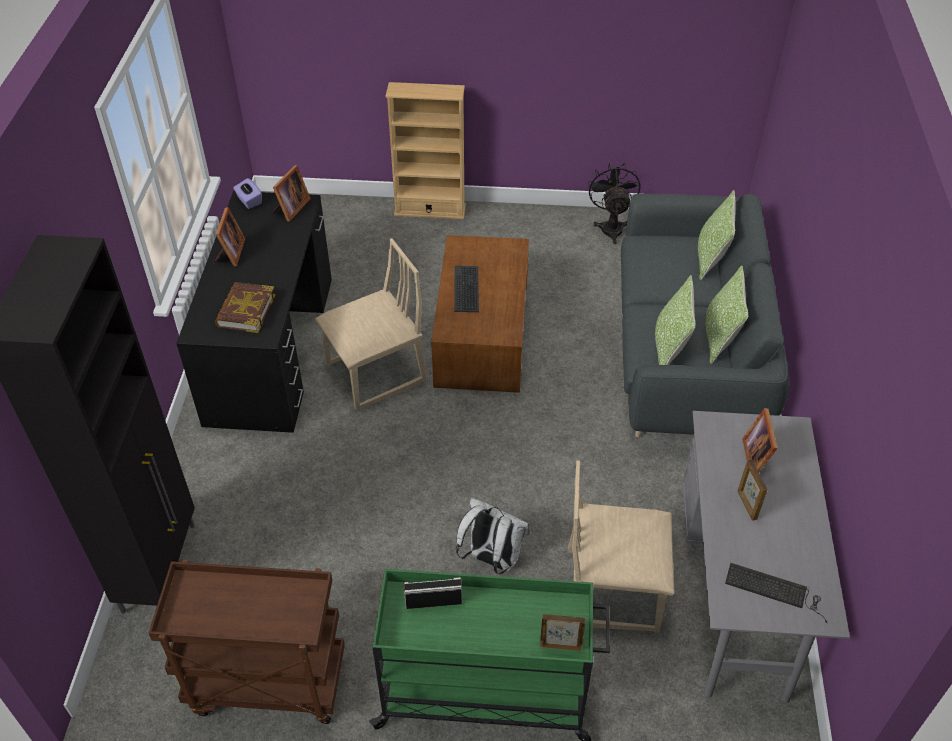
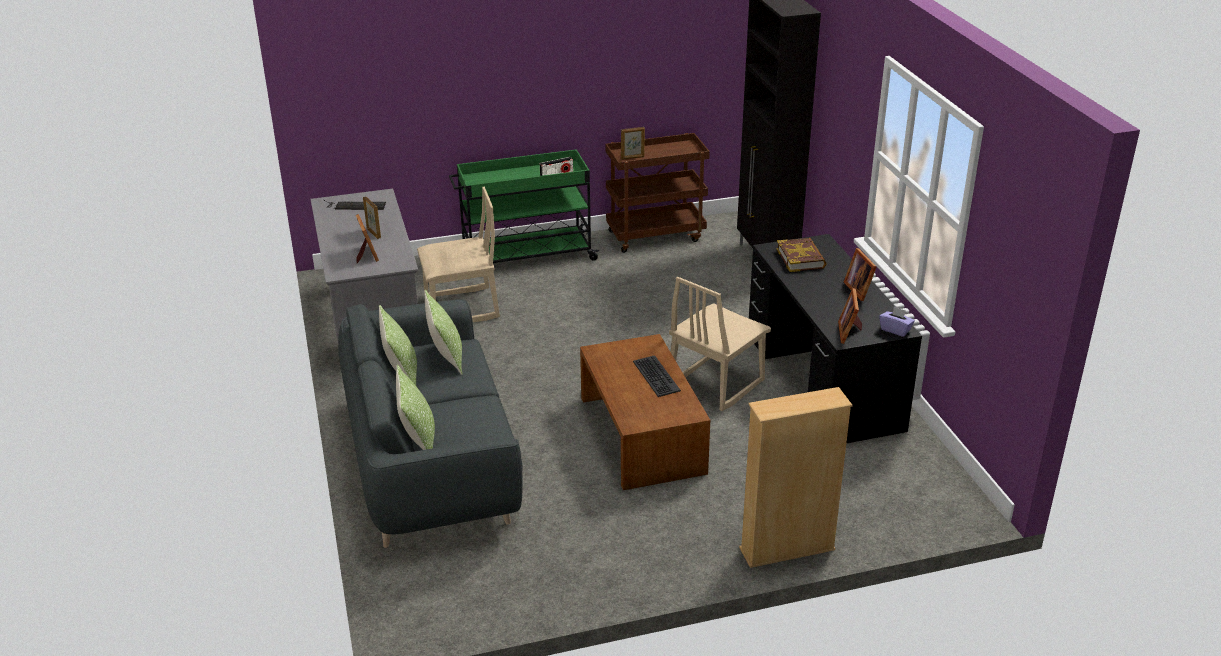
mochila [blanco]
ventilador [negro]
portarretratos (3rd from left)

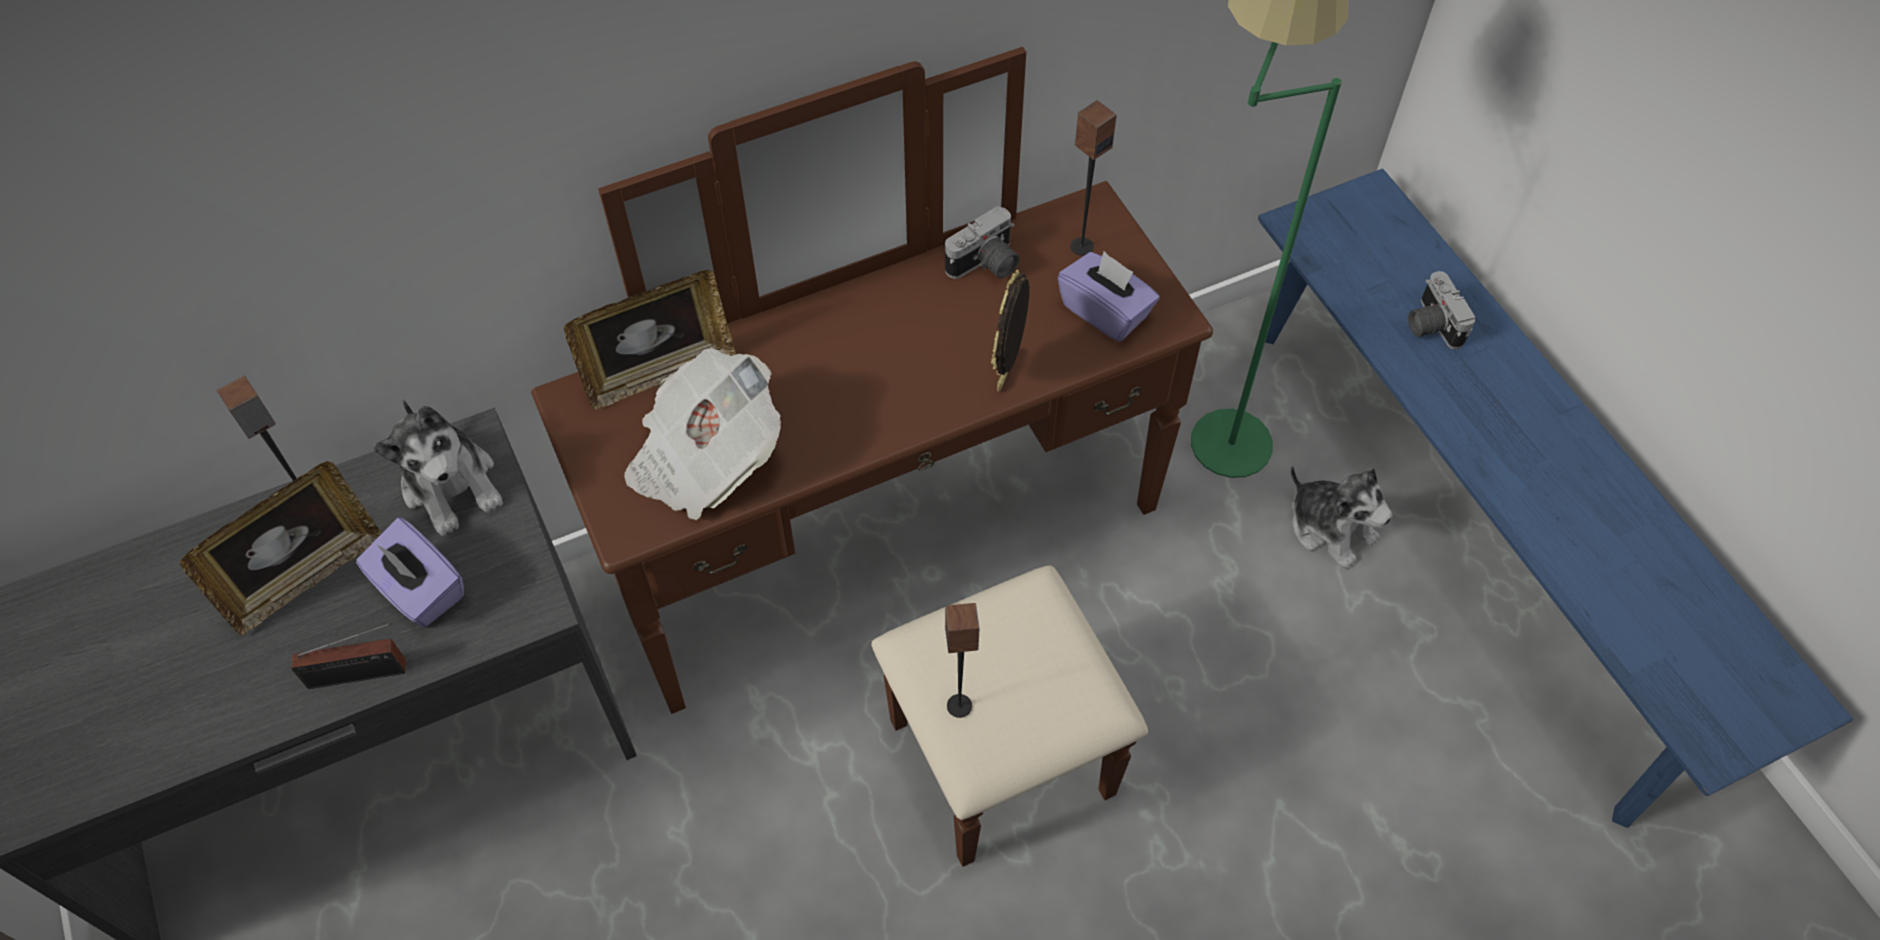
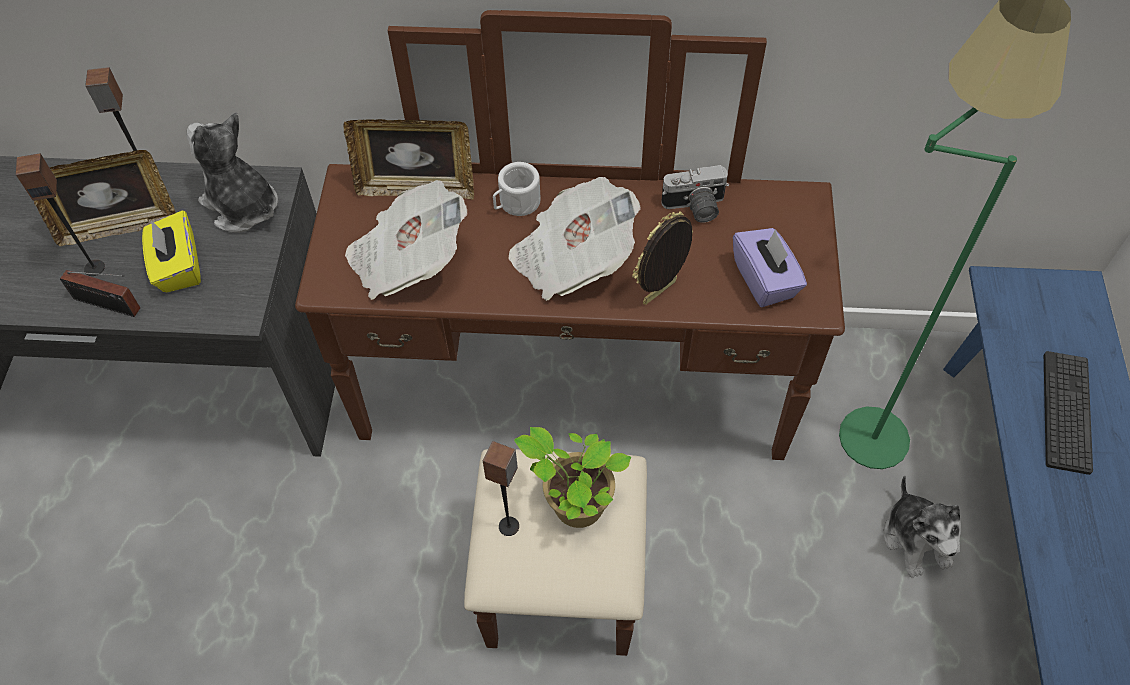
taza grande [blanco]
periódico (2nd from left)
planta en maceta
altavoz (1st from left)
teclado
caja de pañuelos [amarillo]
peluche (1st from left)

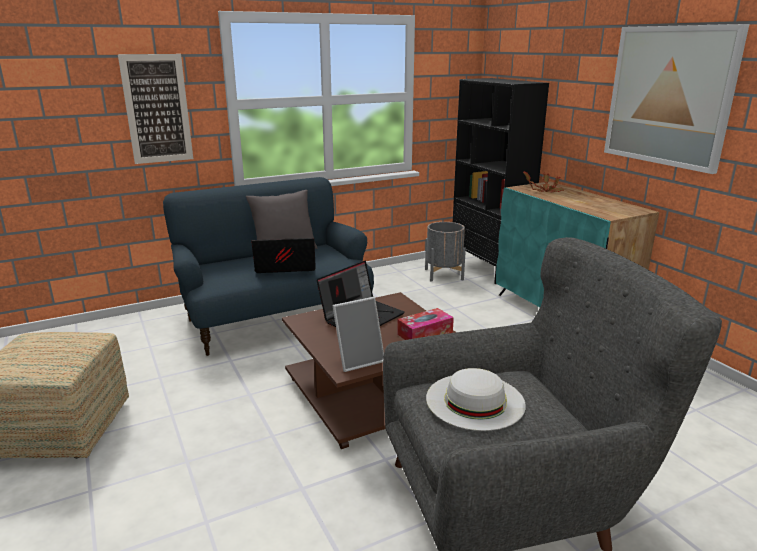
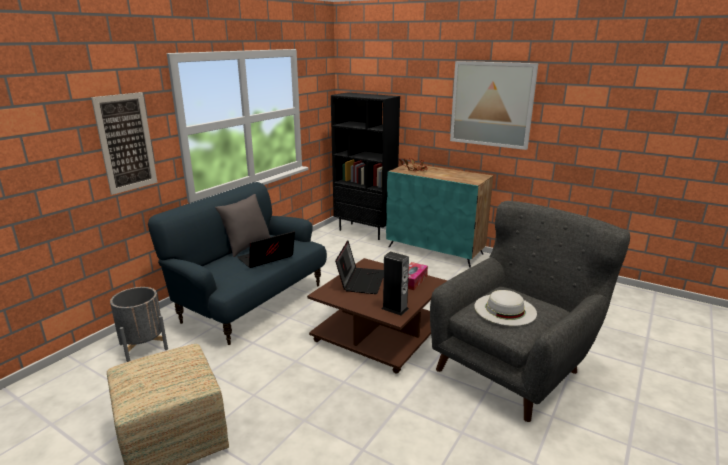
maceta [gris]
altavoz

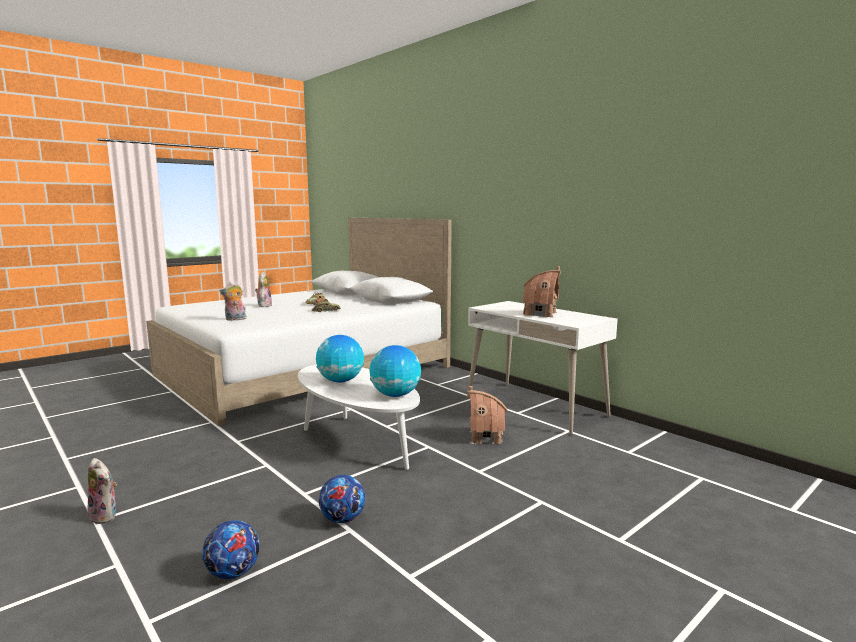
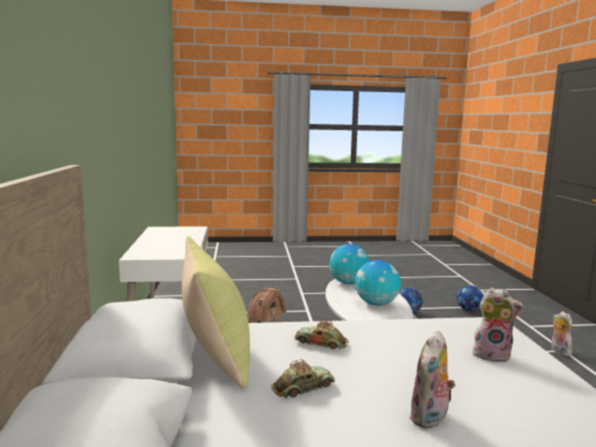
casita (2nd from left in the first image)
cojín [amarillo]

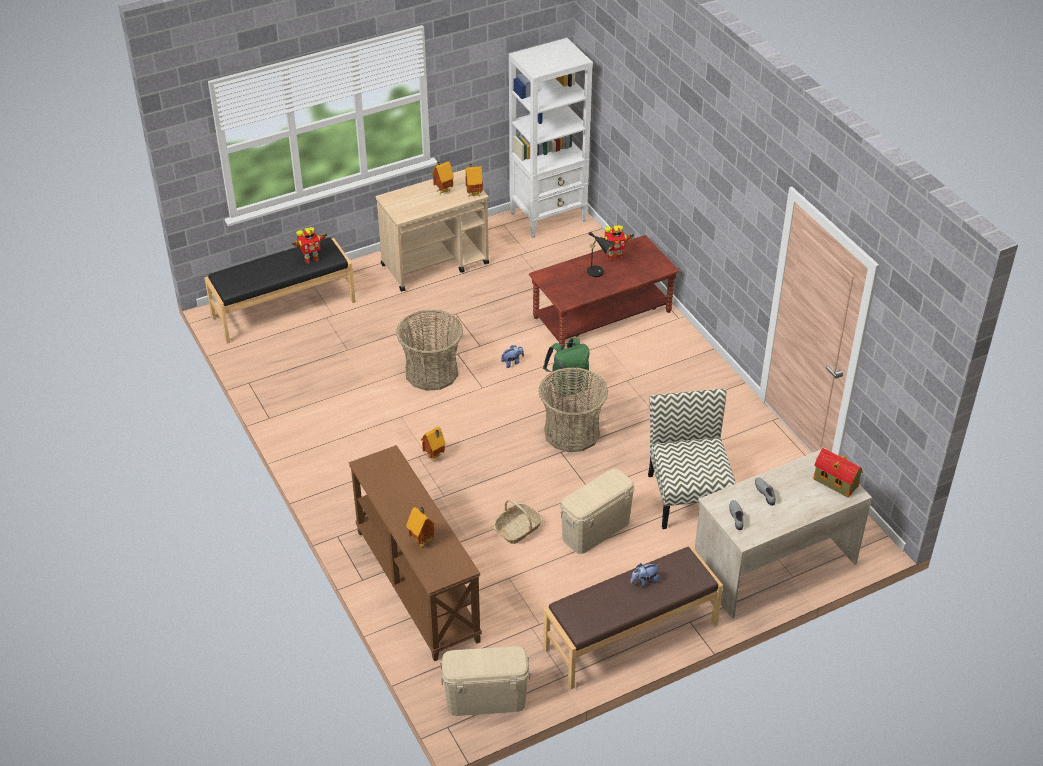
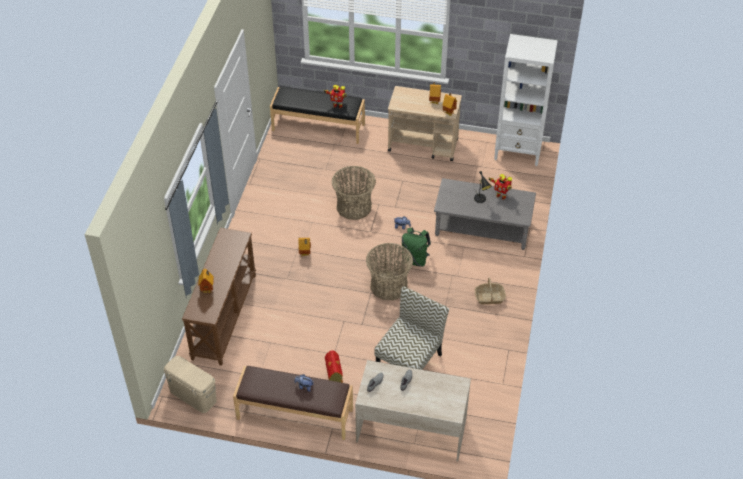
caja de almacenaje [beis] (2nd from left in the first image)
cesta (3rd from left)
casita (3rd from left)
mesa de centro [gris]

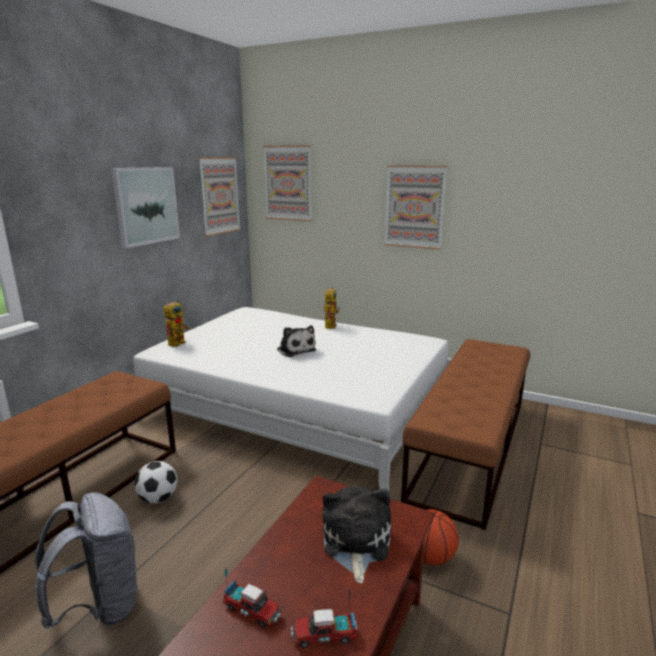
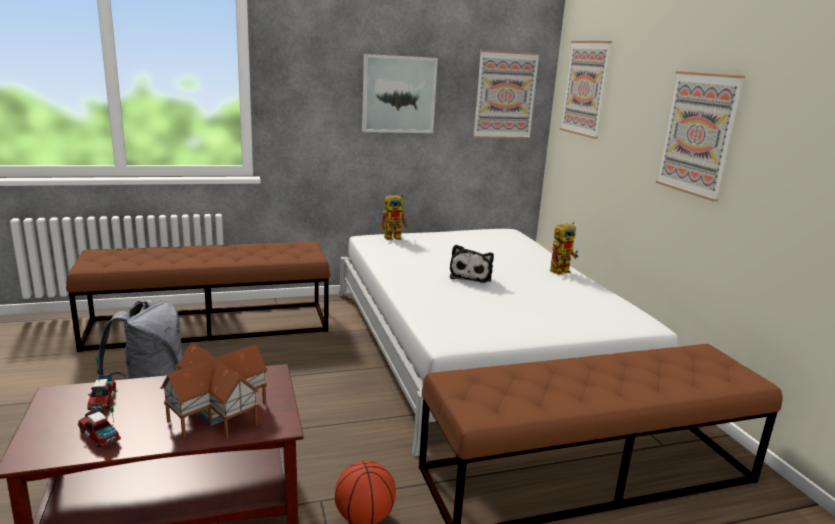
balón de fútbol
casita

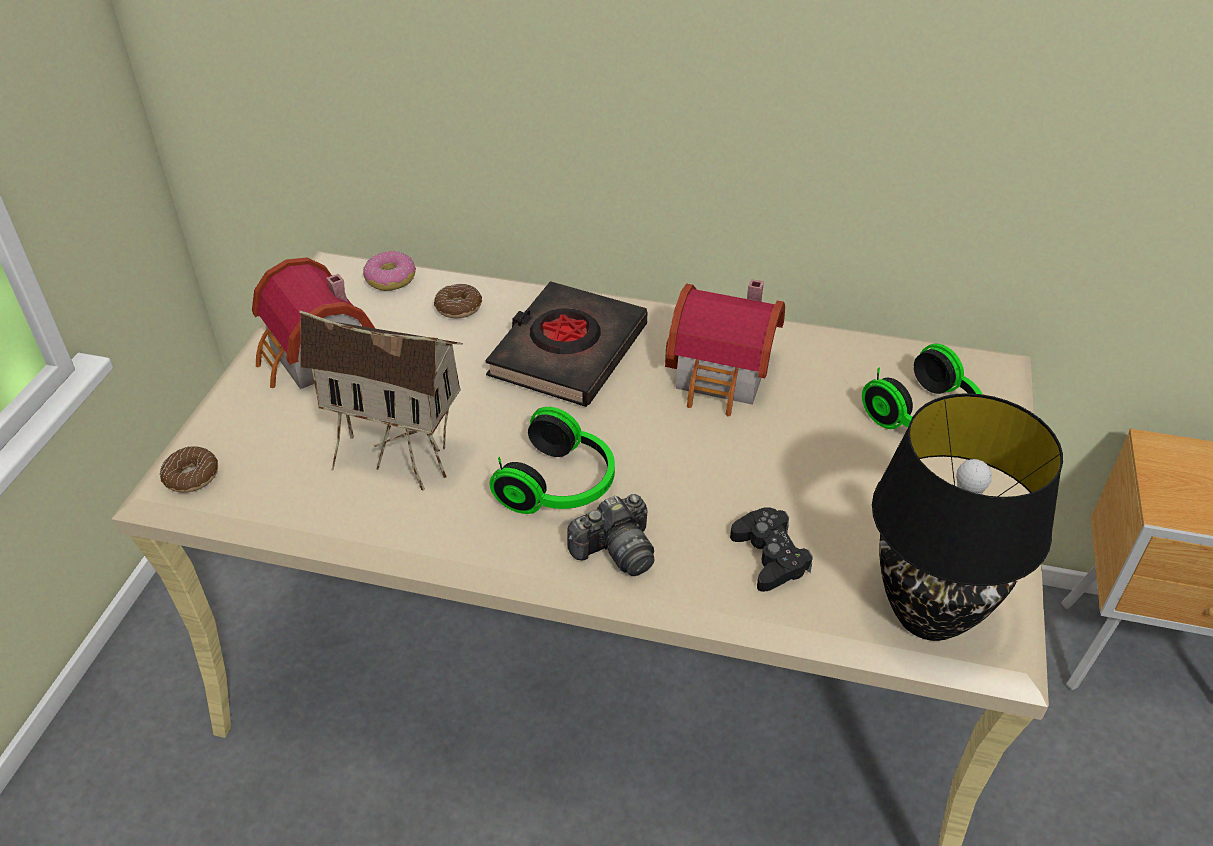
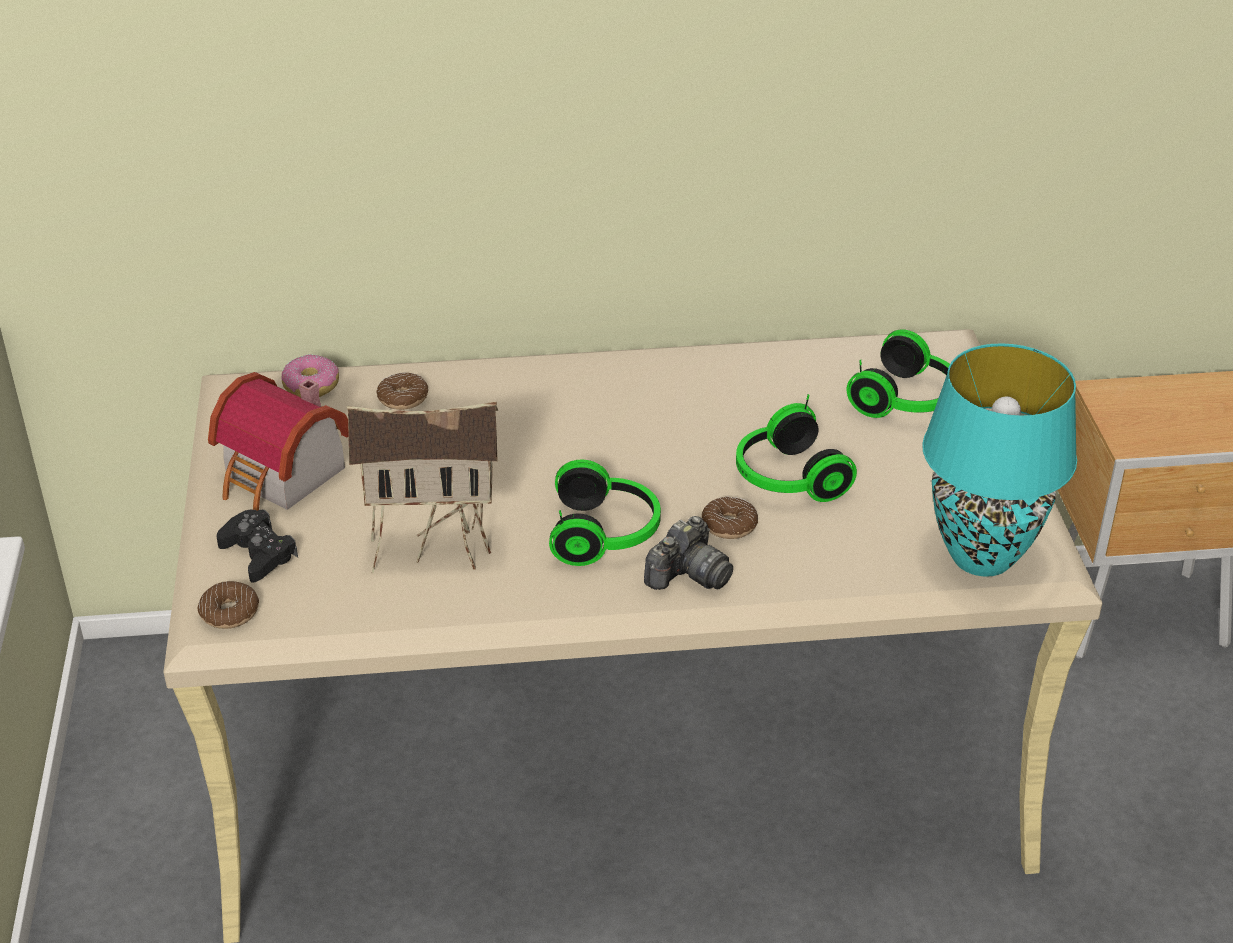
libro [negro]
casita (3rd from left in the first image)
rosquilla (4th from left)
auriculares (2nd from left)
mando de consola [negro]
lámpara de mesa [turquesa]

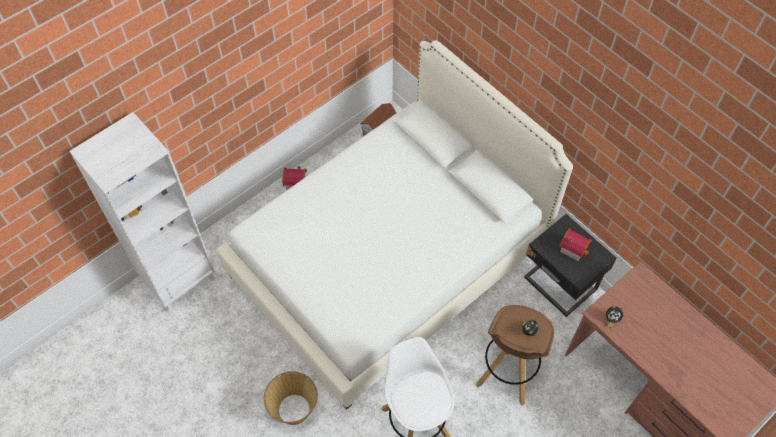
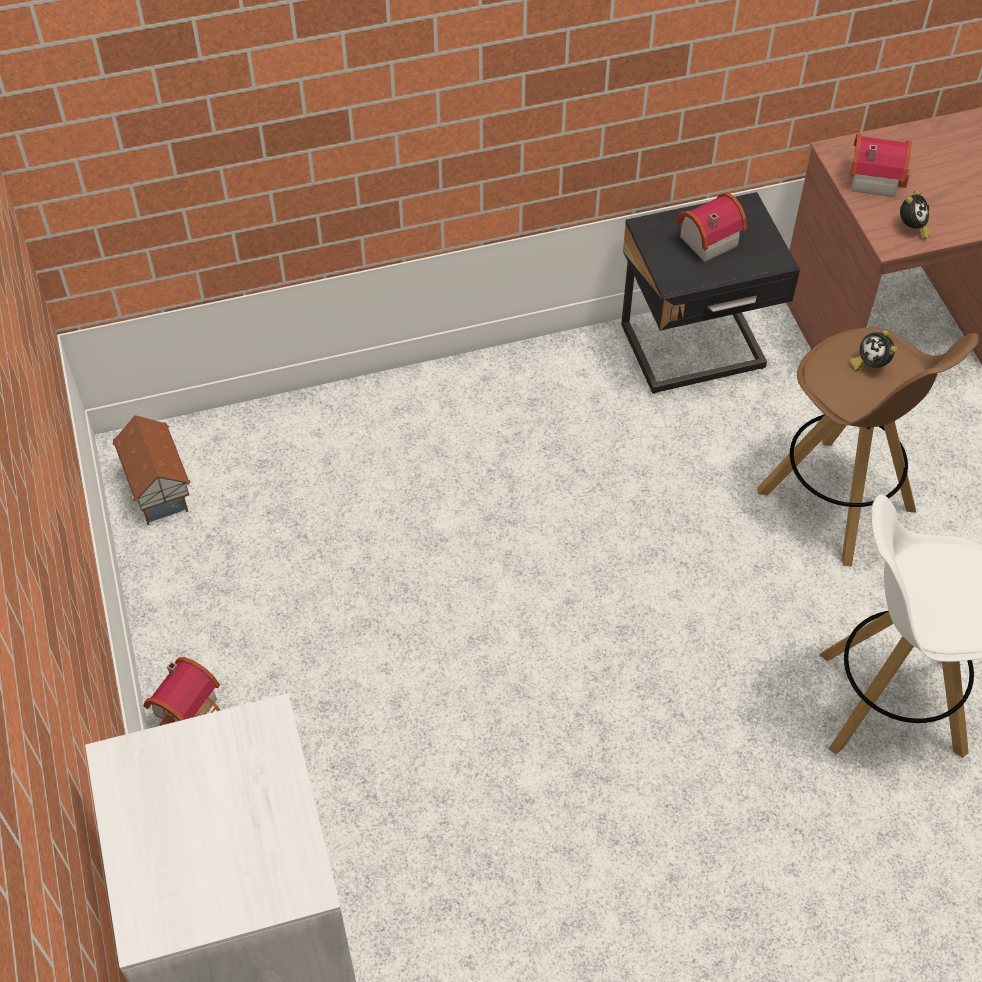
cama [blanco]
cesta
casita (4th from left)

